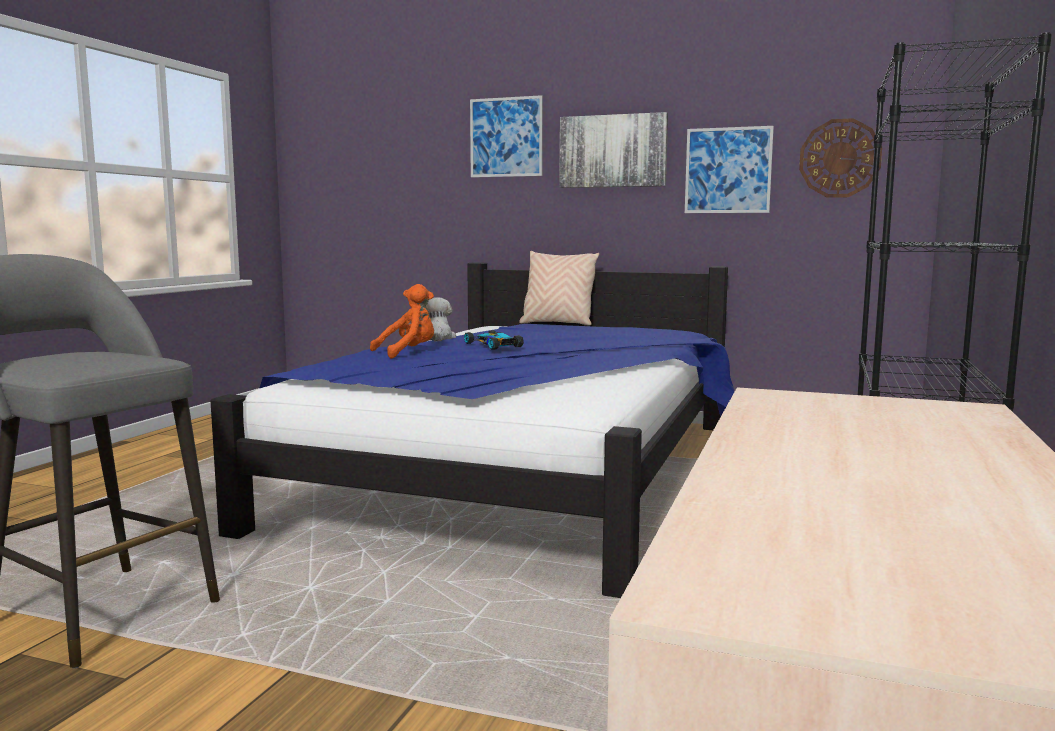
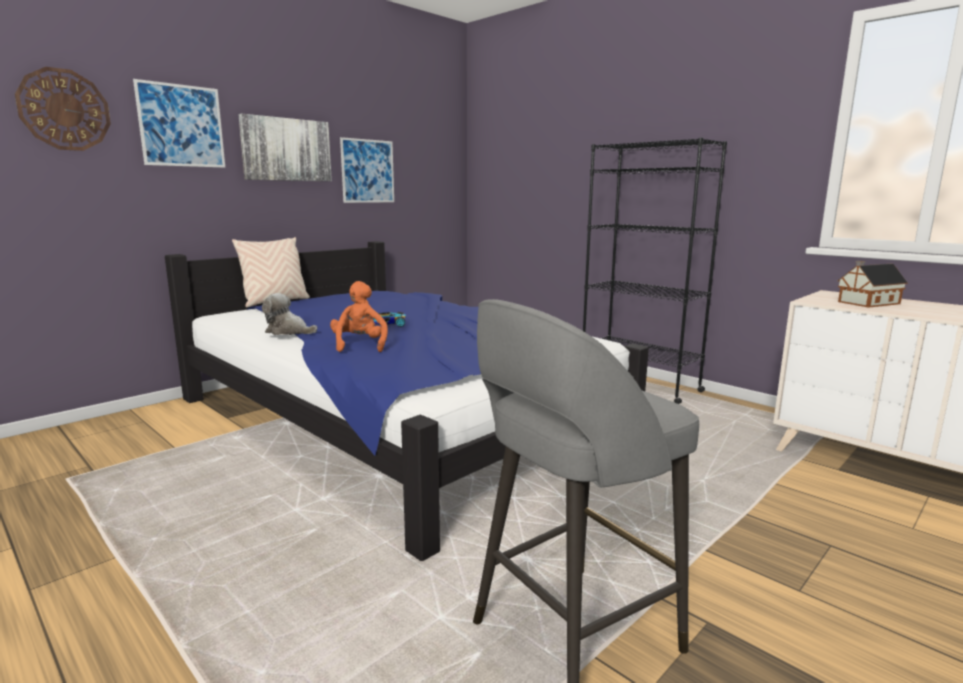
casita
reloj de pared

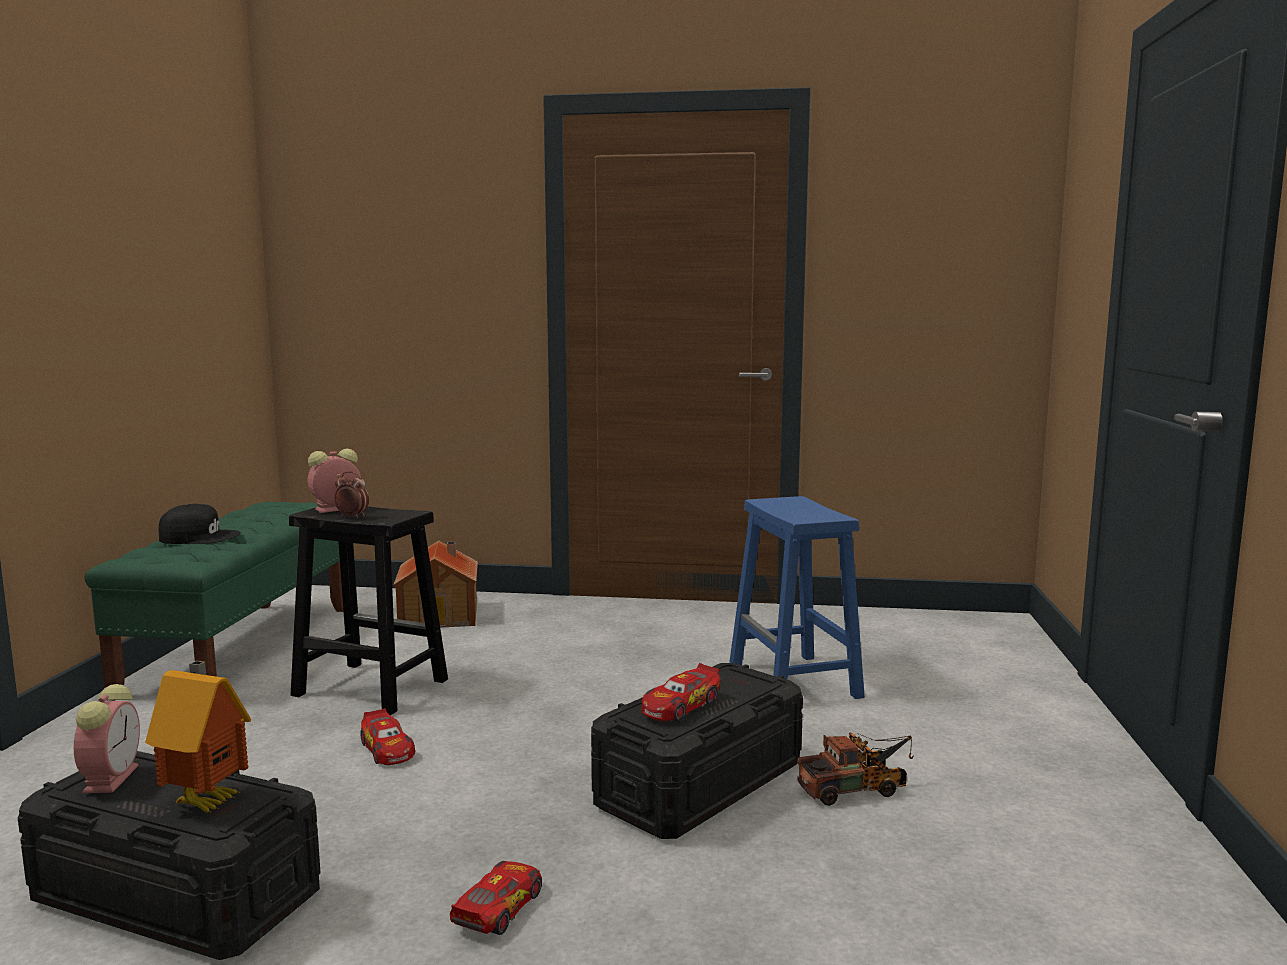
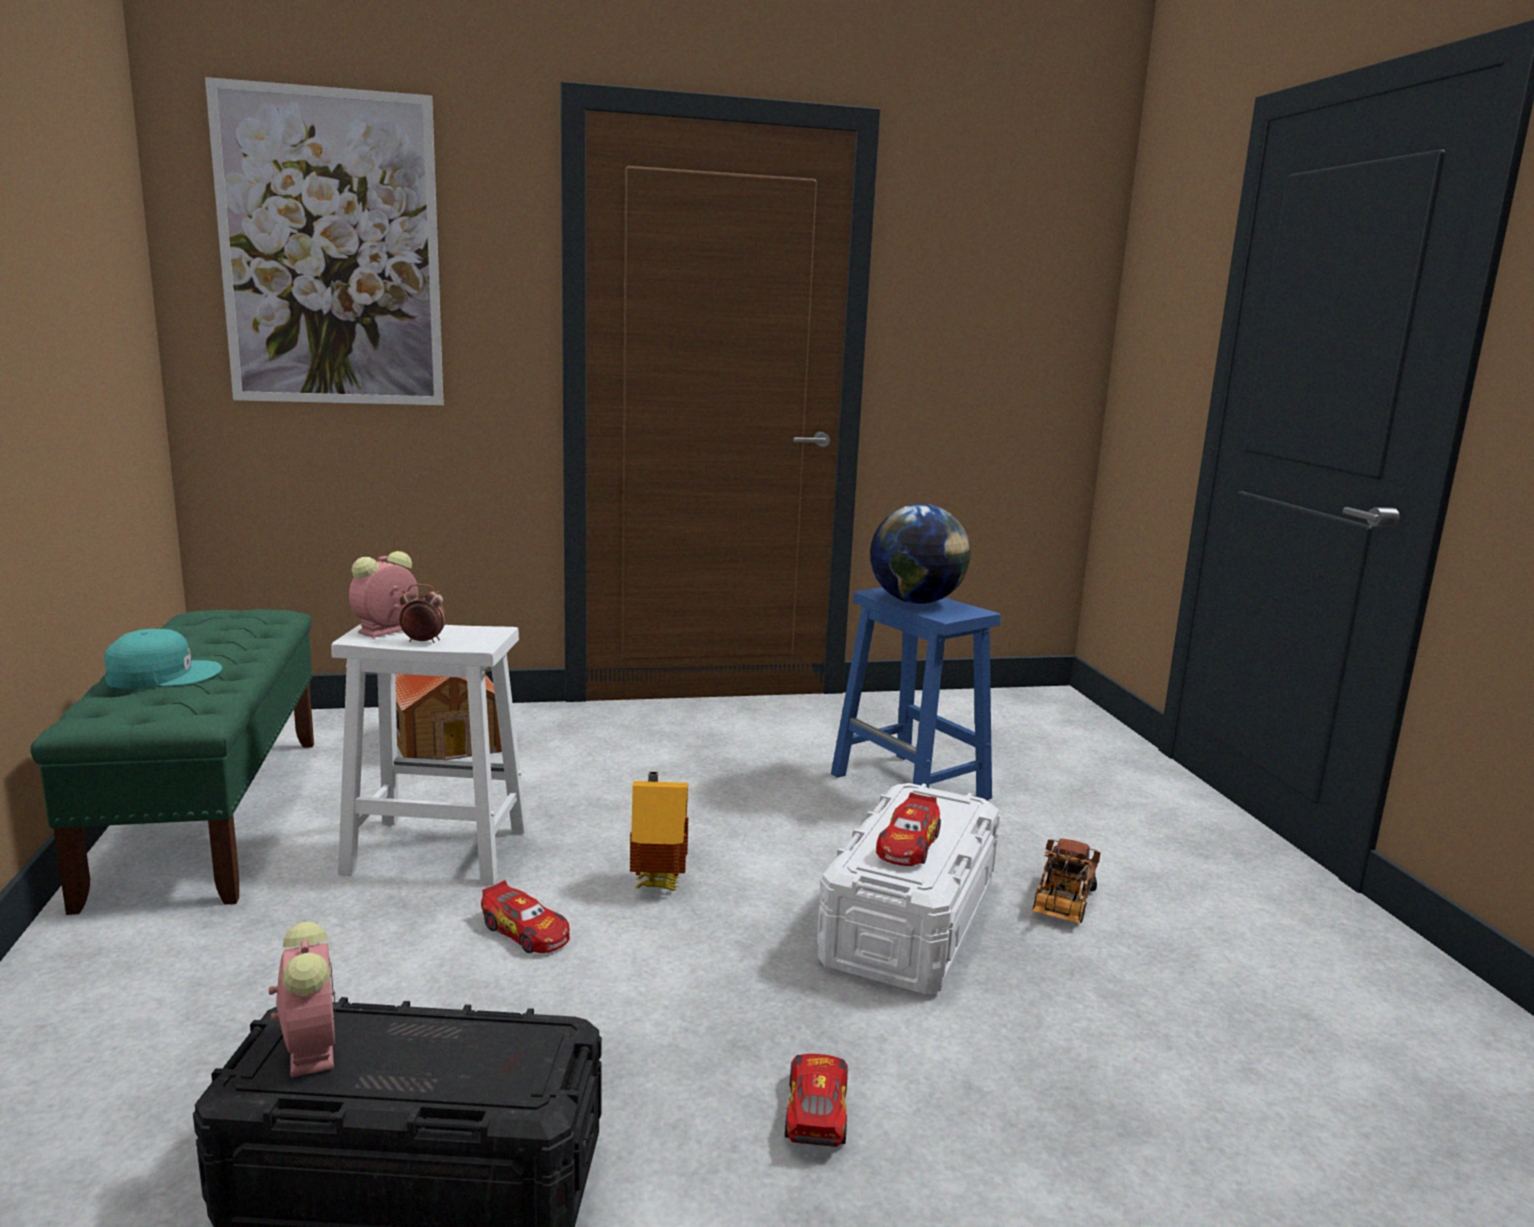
cuadro
globo terráqueo
casita (2nd from left)
gorra [turquesa]
taburete [blanco]
caja de almacenaje [blanco]
camión de juguete

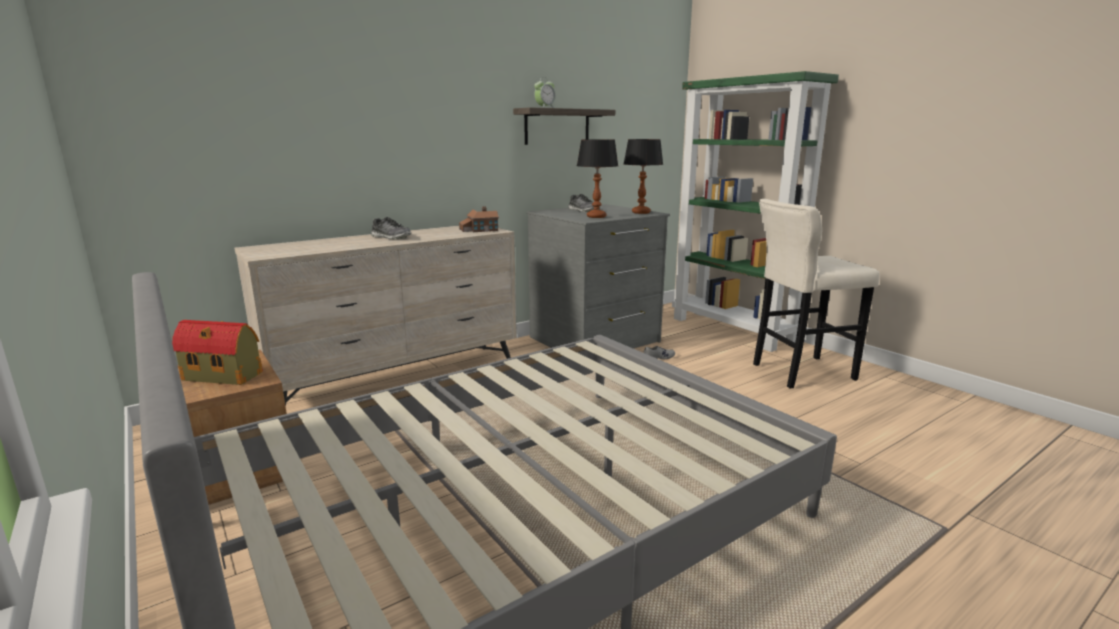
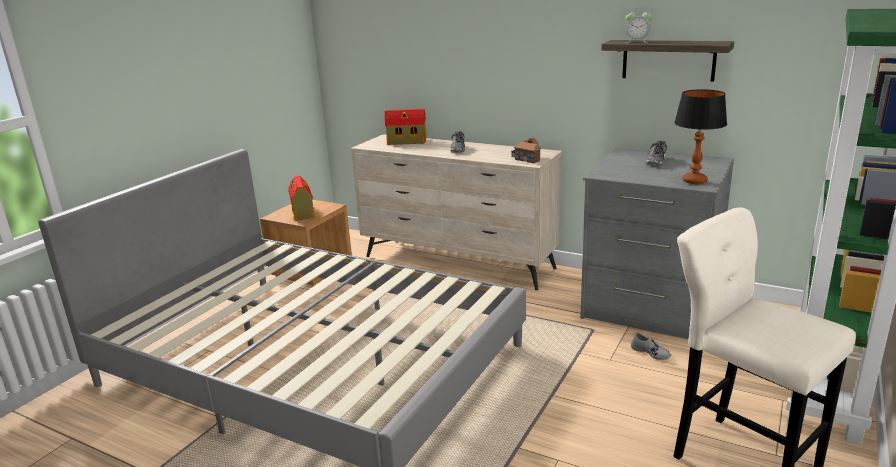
lámpara de mesa (1st from left in the first image)
casita (2nd from left)

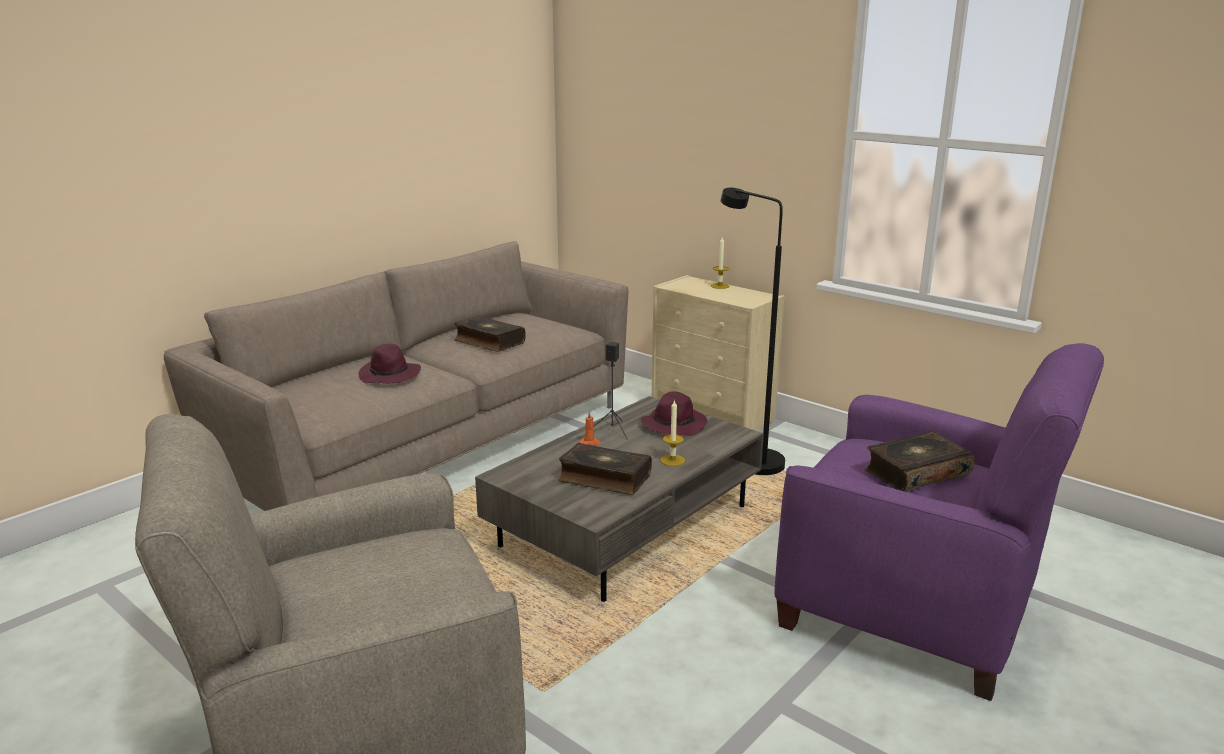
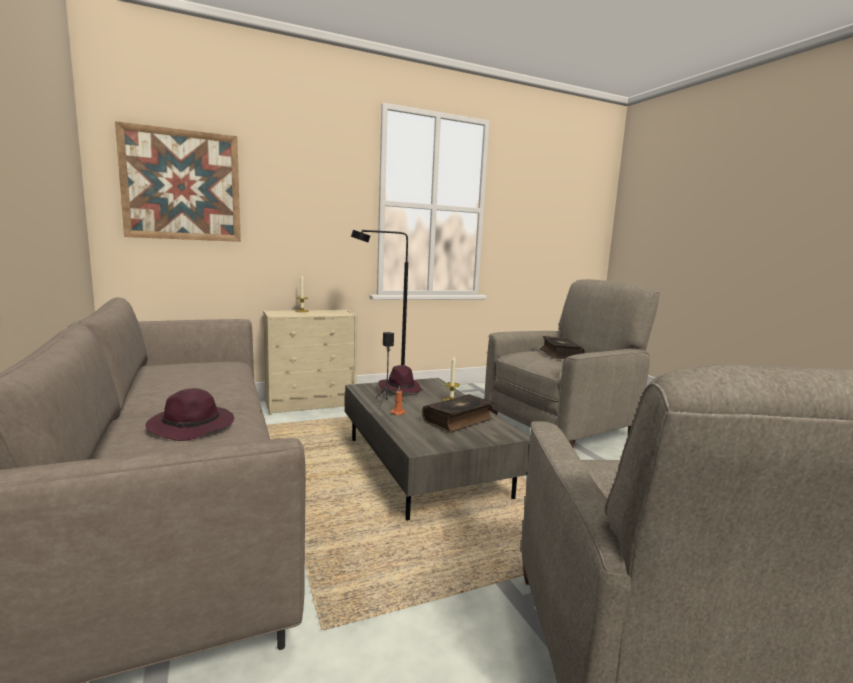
libro (1st from left in the first image)
cuadro
sillón [beis] (1st from left)

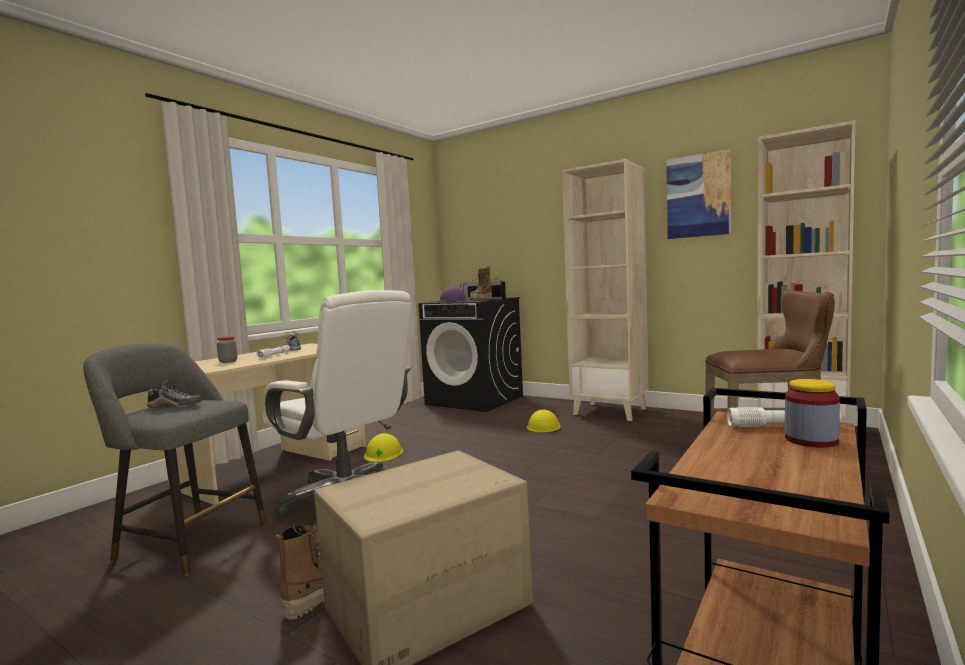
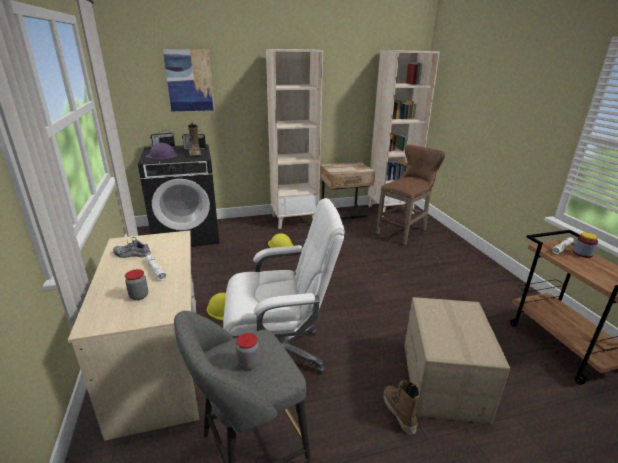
mesita de noche [beis]
cuadro
tarro (2nd from left)

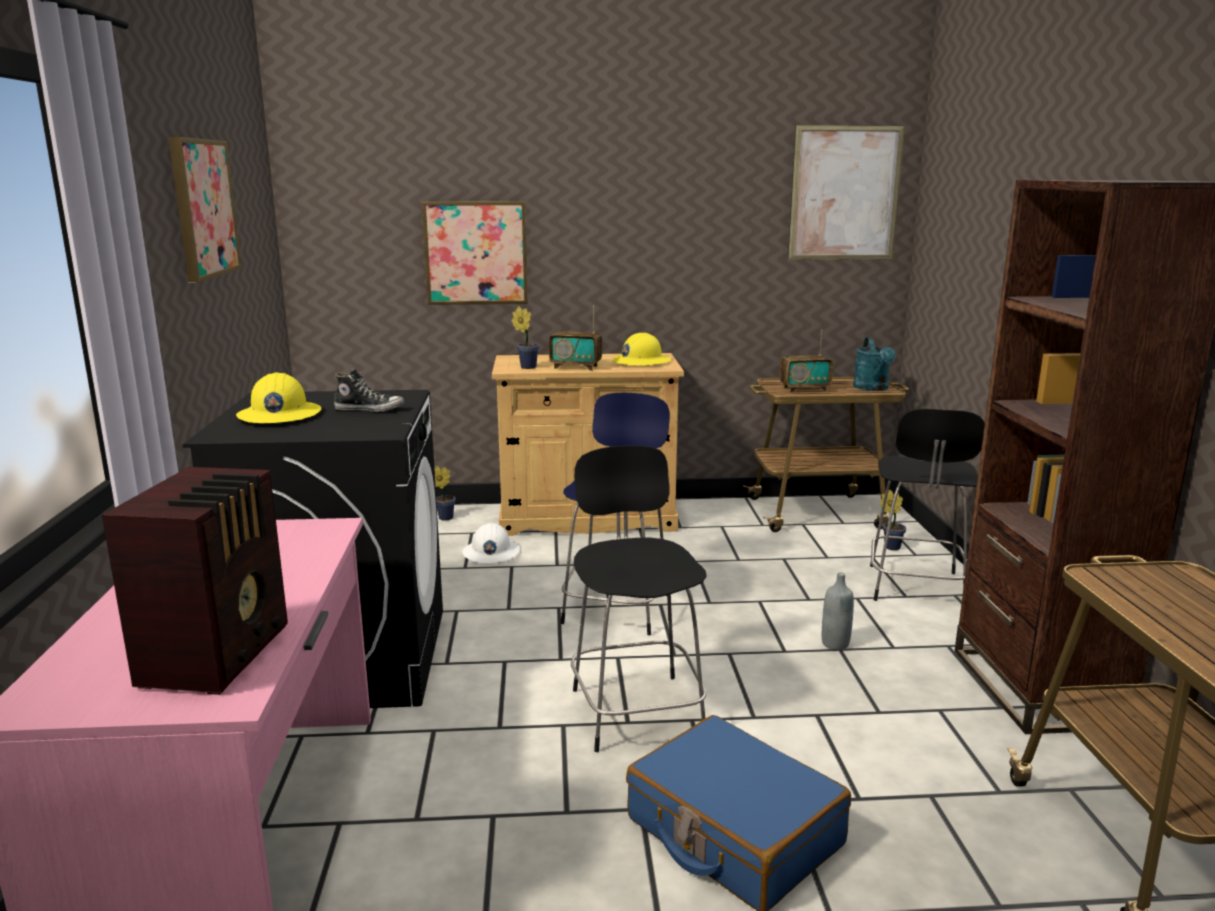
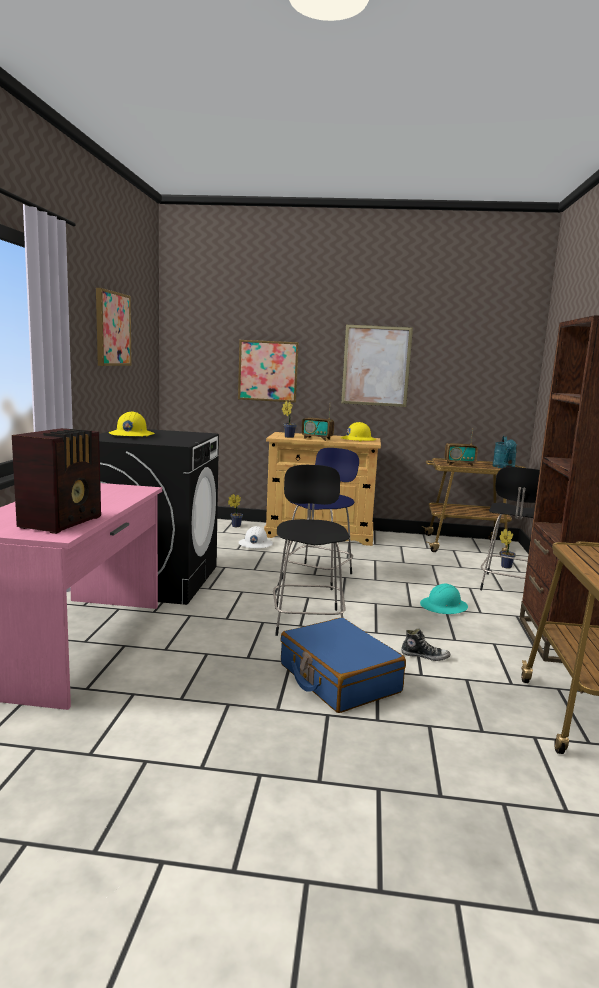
zapato
cuadro (3rd from left)
casco [turquesa]

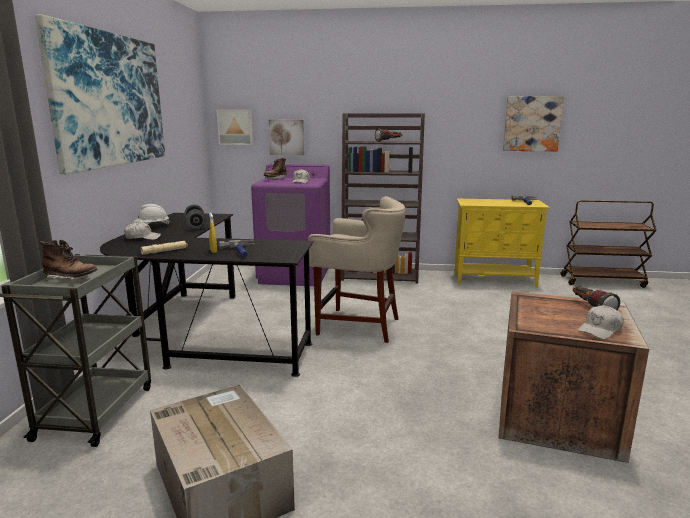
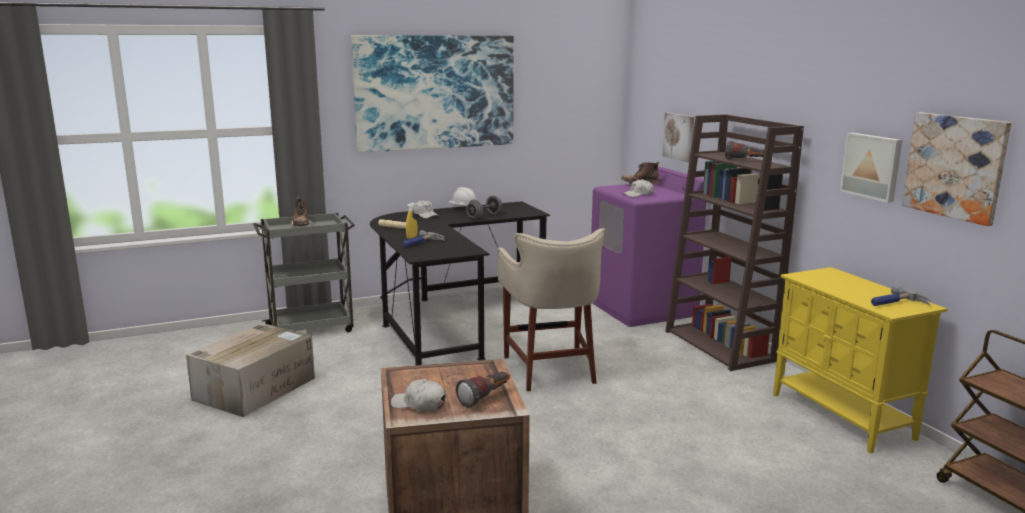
cuadro (3rd from left)

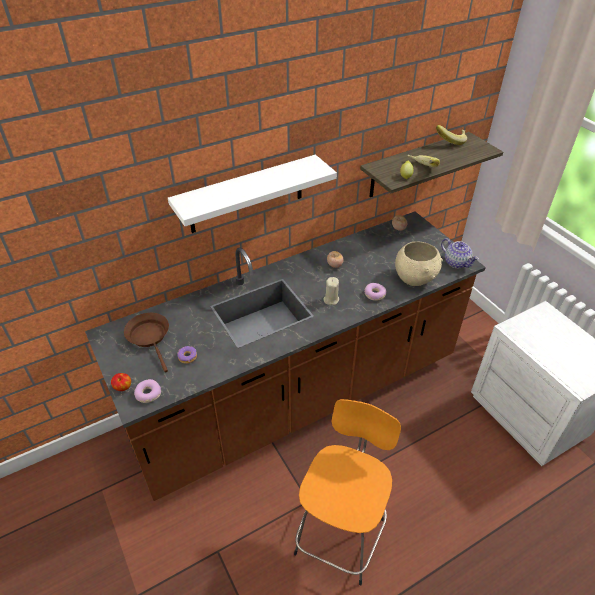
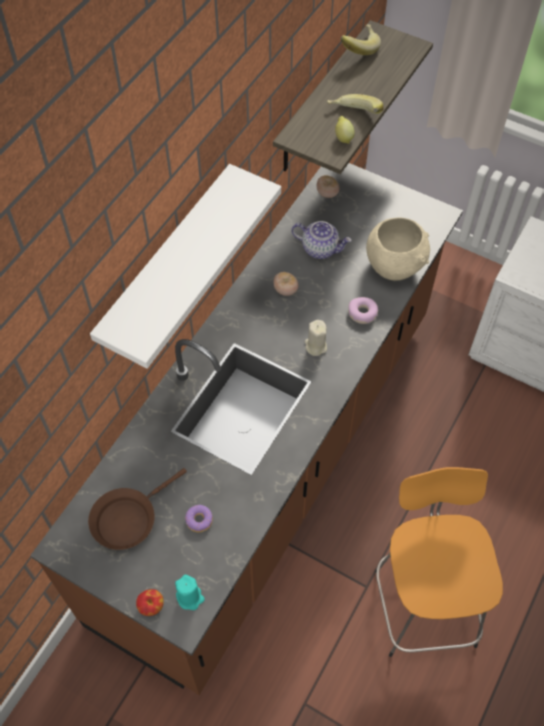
tetera
vela [turquesa]
sartén [marrón]

